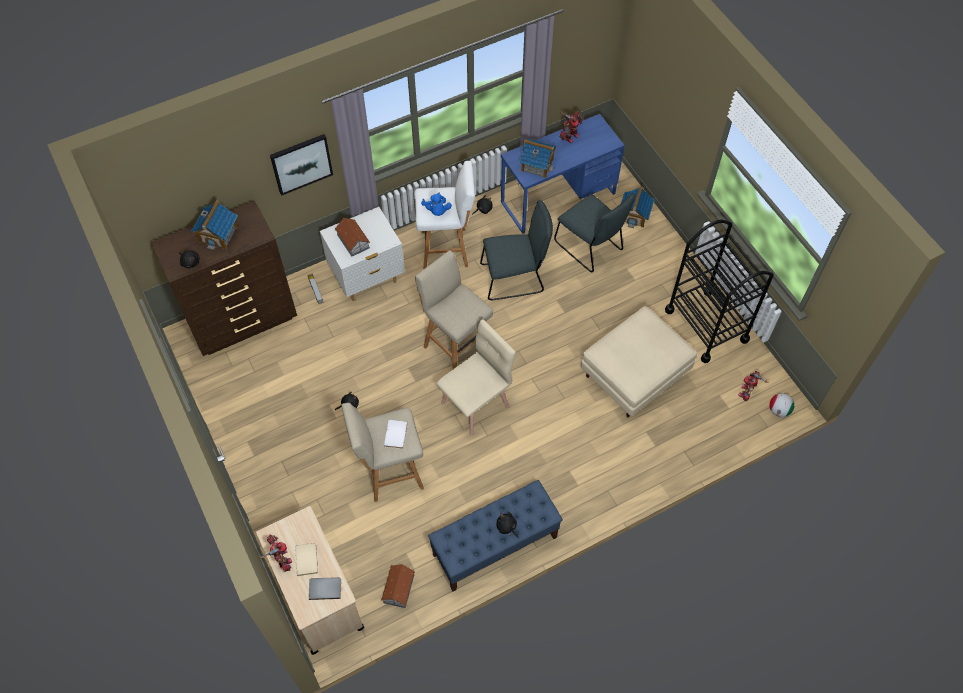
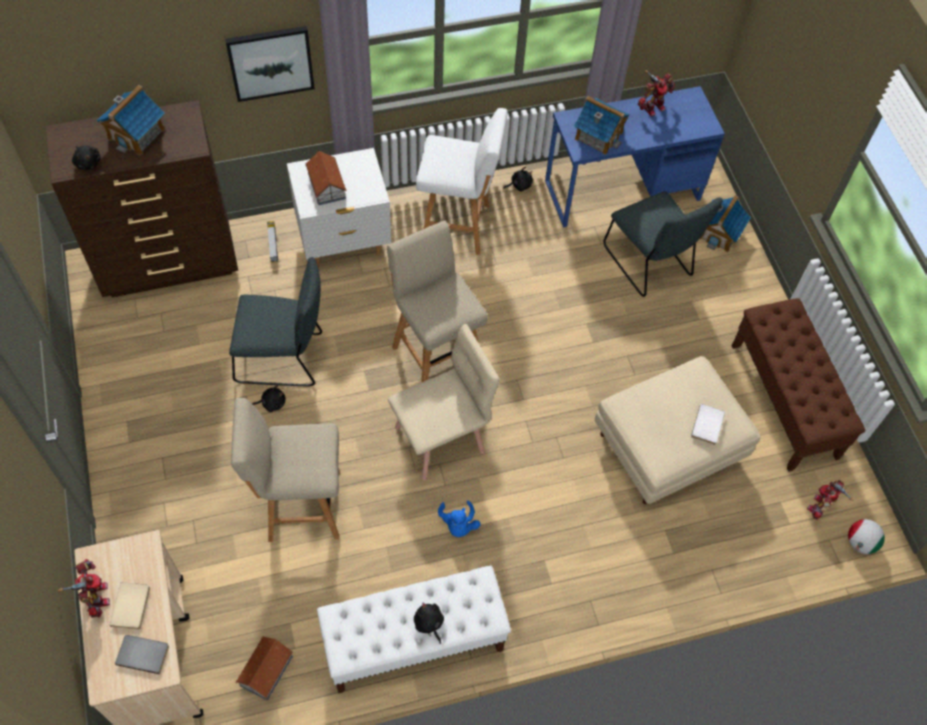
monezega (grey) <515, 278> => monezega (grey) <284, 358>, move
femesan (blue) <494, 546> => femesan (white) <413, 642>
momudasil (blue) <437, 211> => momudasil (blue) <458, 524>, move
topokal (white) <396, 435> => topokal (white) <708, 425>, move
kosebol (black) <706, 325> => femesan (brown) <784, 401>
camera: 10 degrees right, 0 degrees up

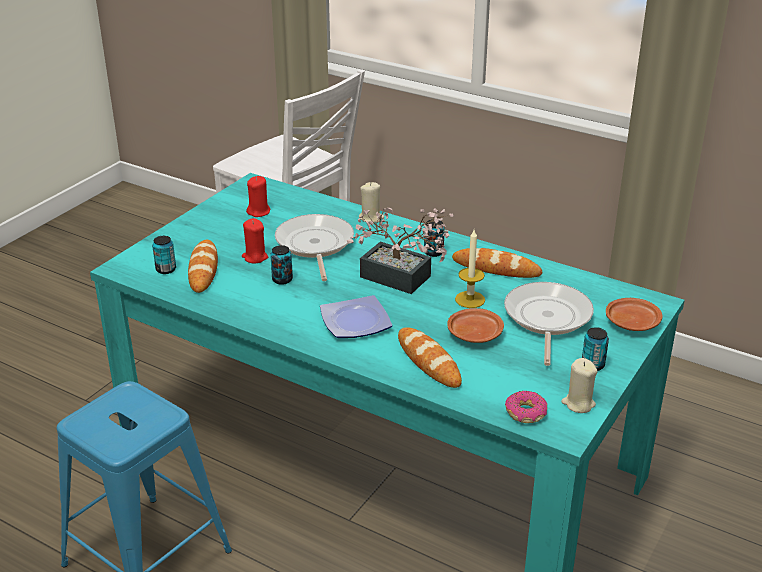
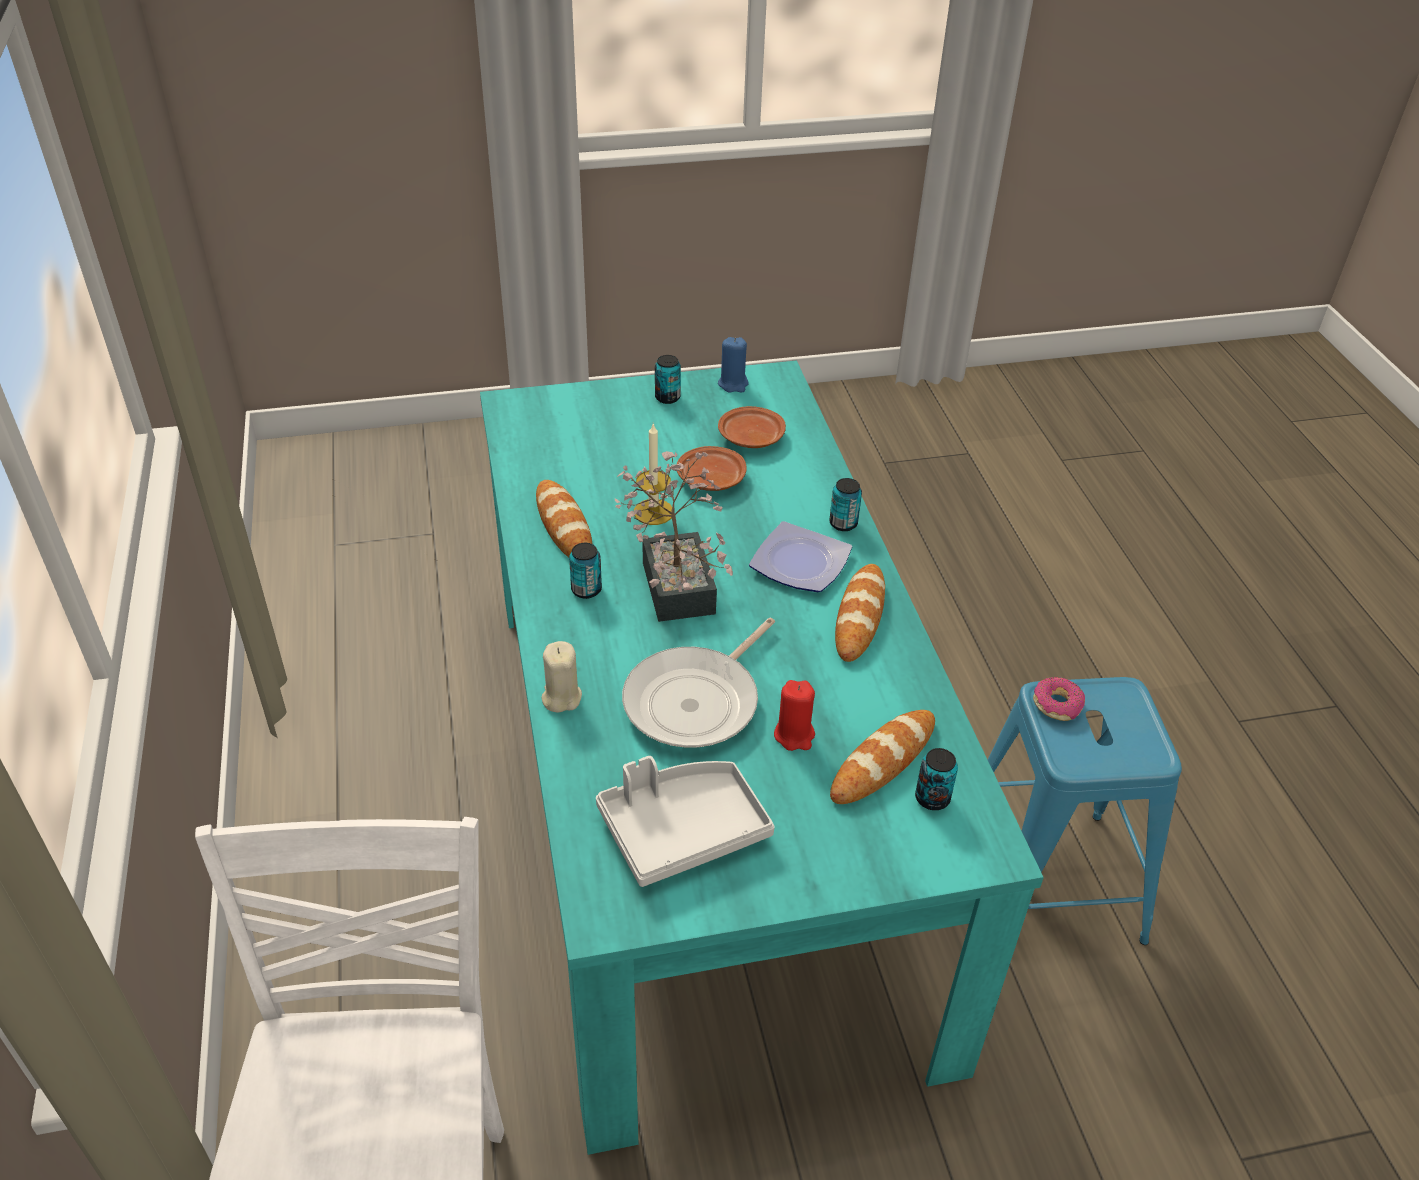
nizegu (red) <259, 212> => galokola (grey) <682, 830>
nizegu (beige) <578, 403> => nizegu (blue) <733, 384>
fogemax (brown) <632, 322> => fogemax (brown) <750, 437>, move
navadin <282, 280> => navadin <843, 523>, move
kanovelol <428, 361> => kanovelol <859, 616>, move
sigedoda <525, 413> => sigedoda <1057, 704>, move
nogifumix <547, 319> => nothing
camera: 135 degrees left, 10 degrees up

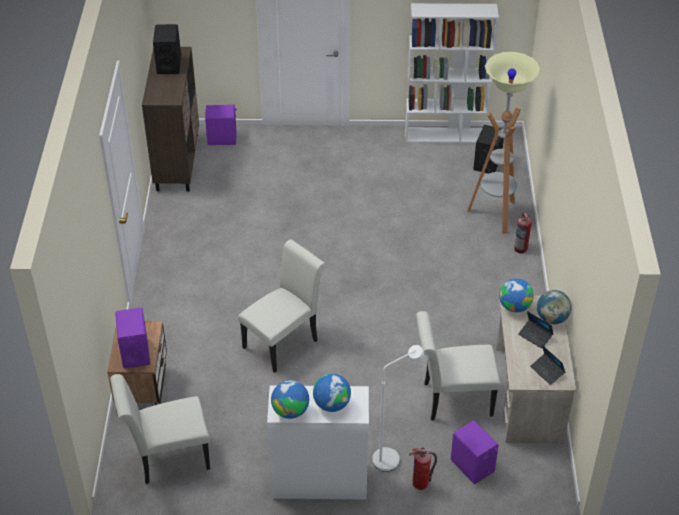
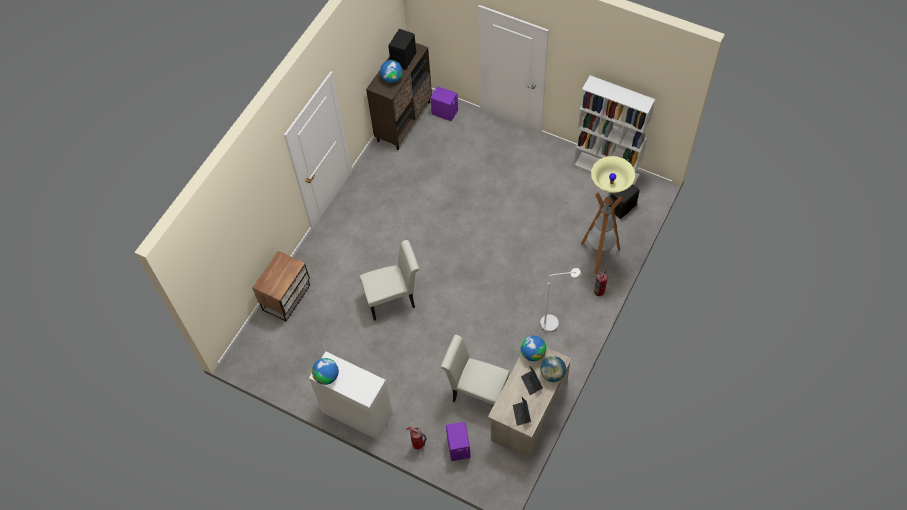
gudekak <331, 404> => gudekak <392, 78>, move
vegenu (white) <392, 457> => vegenu (white) <554, 323>, move
monezega (white) <167, 458> => nothing
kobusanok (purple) <135, 353> => nothing
camera: 30 degrees right, 15 degrees up

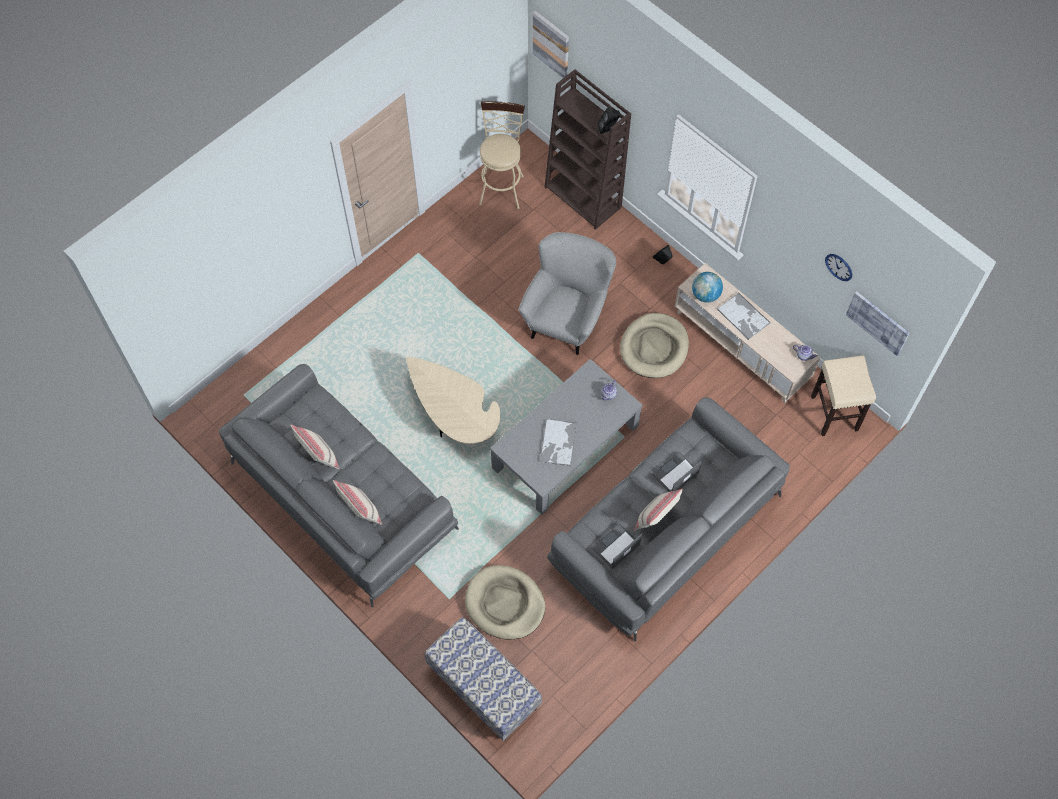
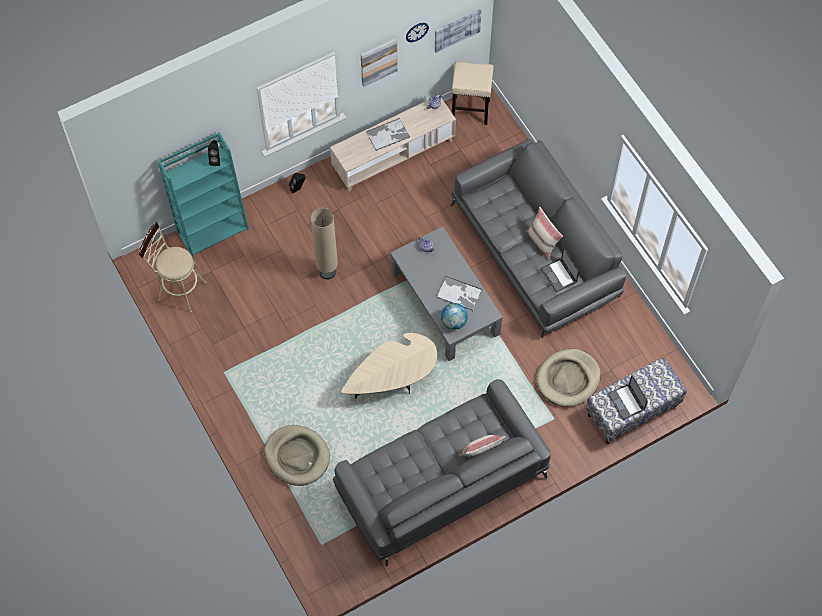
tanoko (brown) <584, 197> => tanoko (turquoise) <213, 229>
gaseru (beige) <654, 347> => gaseru (beige) <297, 456>, move
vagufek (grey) <567, 318> => vegenu (beige) <327, 272>
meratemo <551, 44> => meratemo <378, 61>, move
gudekak <705, 294> => gudekak <453, 322>, move
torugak <675, 473> => torugak <626, 402>, move
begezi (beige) <318, 456> => nothing
camera: 75 degrees left, 0 degrees up

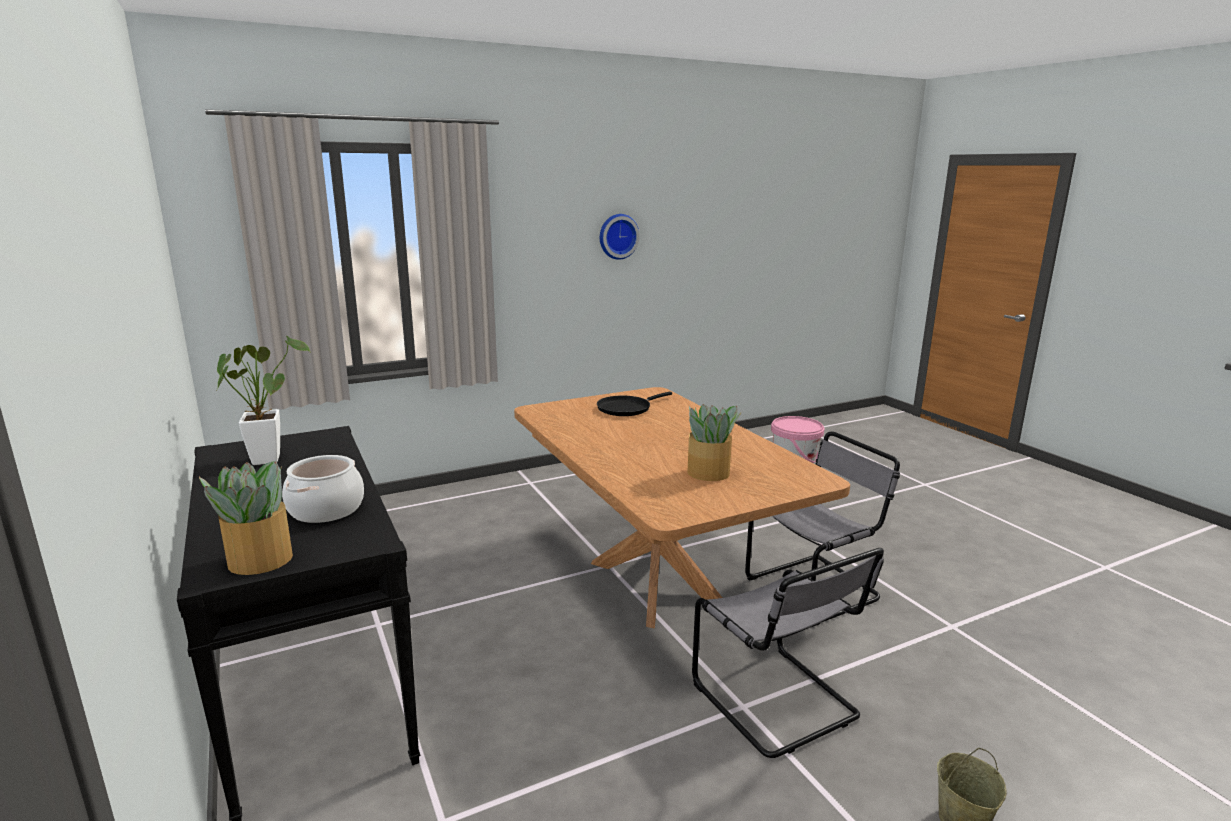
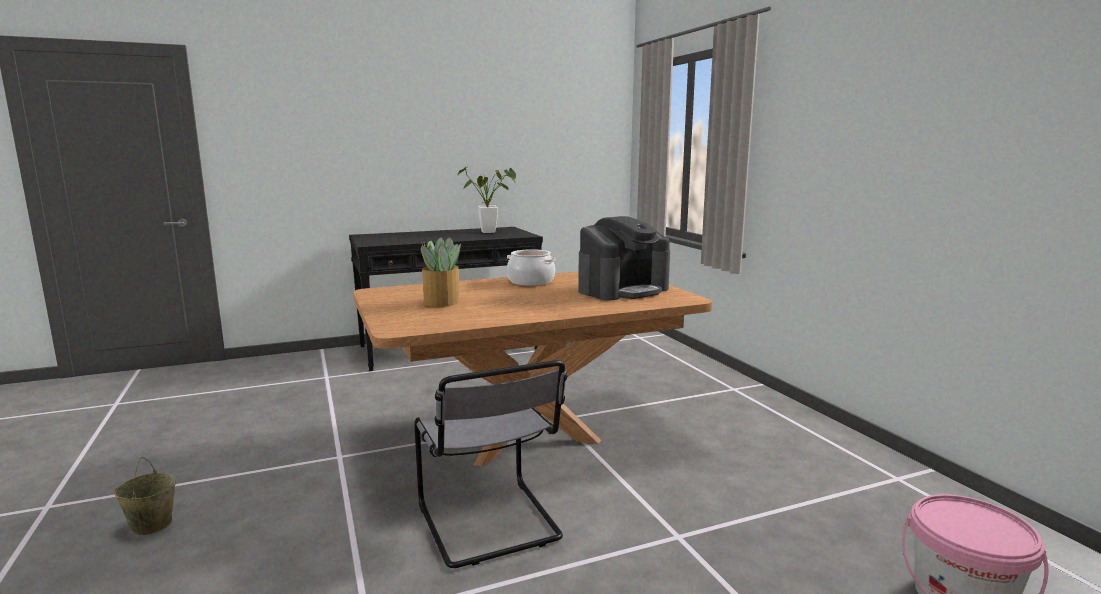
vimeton <326, 509> => vimeton <531, 282>, move
nogifumix (black) <626, 408> => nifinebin <623, 290>
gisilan <259, 560> => nothing
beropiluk <617, 236> => nothing
monezega (grey) <778, 703> => nothing
camera: 95 degrees right, 5 degrees down

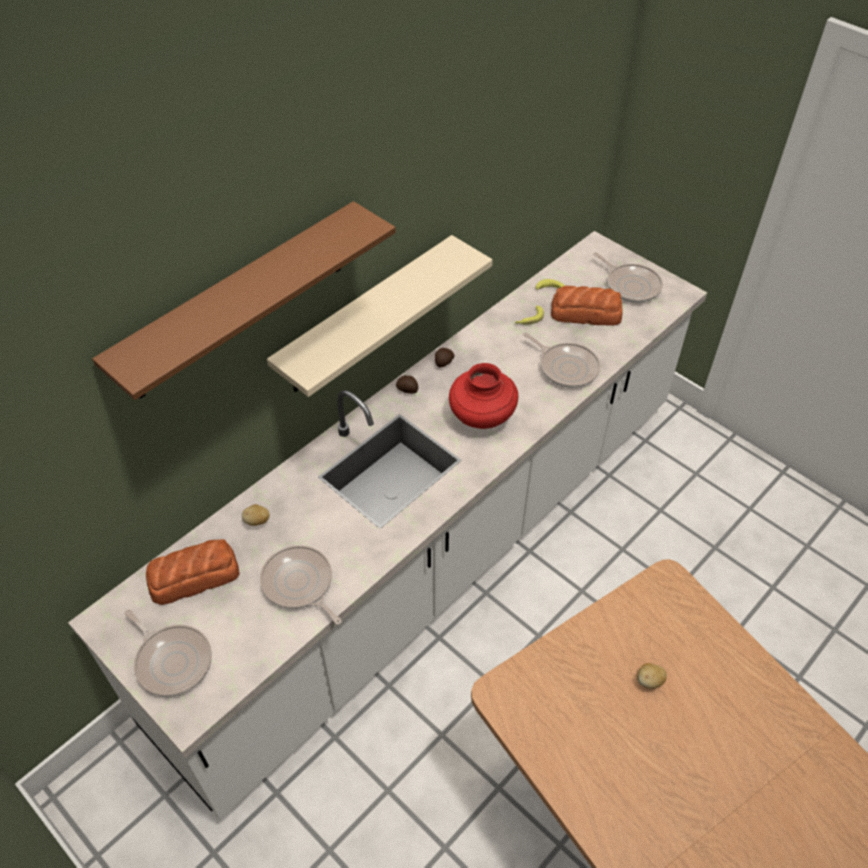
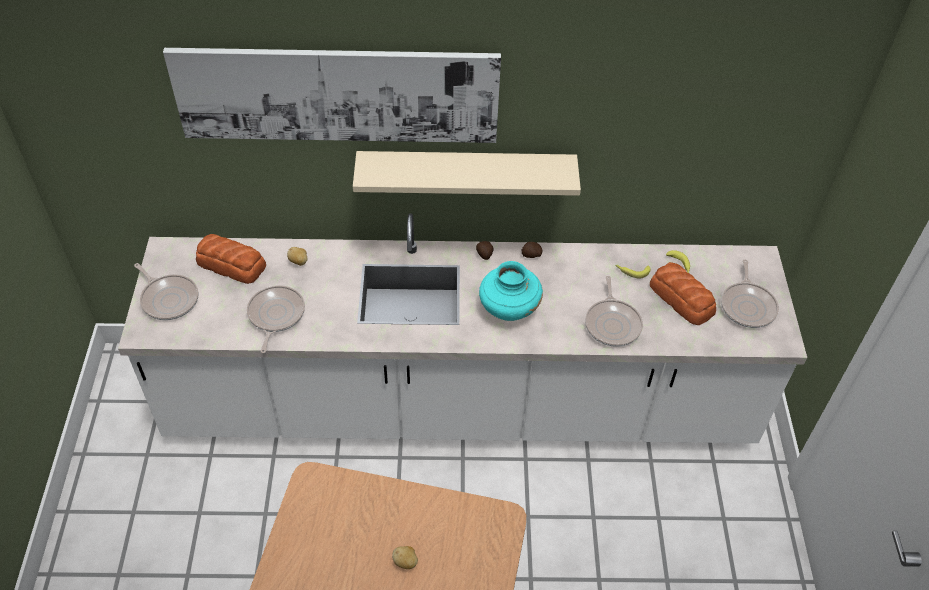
nogifumix <172, 660> => nogifumix <168, 299>, 45 degrees counterclockwise
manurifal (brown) <239, 301> => meratemo <337, 94>
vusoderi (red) <481, 416> => vusoderi (turquoise) <508, 308>
camera: 45 degrees right, 0 degrees up

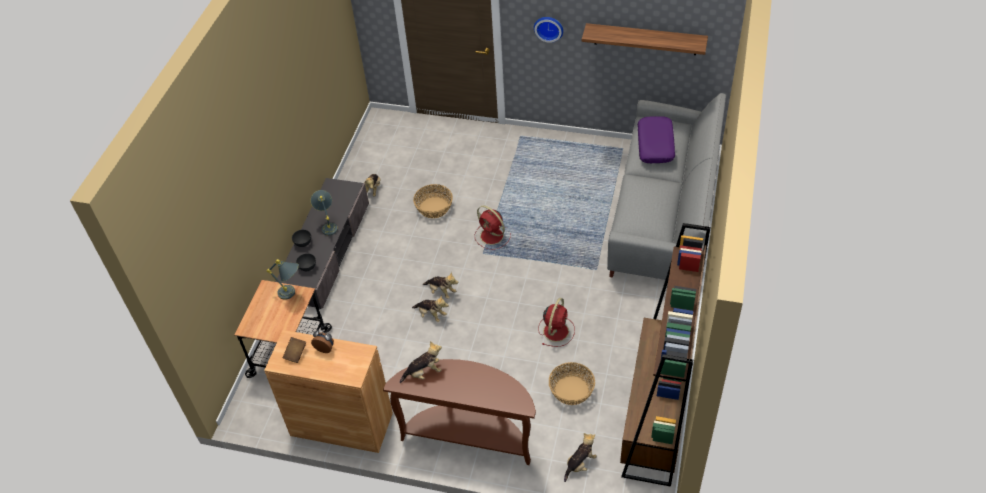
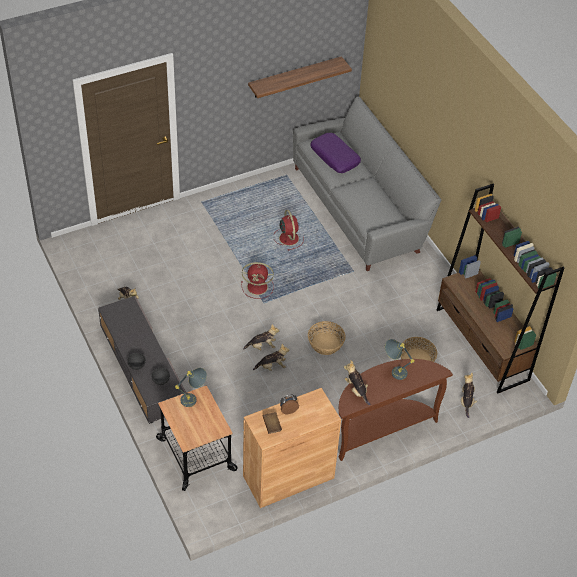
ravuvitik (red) <556, 330> => ravuvitik (red) <288, 237>, move
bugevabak <434, 208> => bugevabak <325, 344>, move
momudasil <424, 372> => momudasil <356, 390>, 60 degrees counterclockwise
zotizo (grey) <328, 225> => zotizo (grey) <394, 370>, move
beropiluk <549, 27> => nothing
camera: 45 degrees left, 0 degrees up

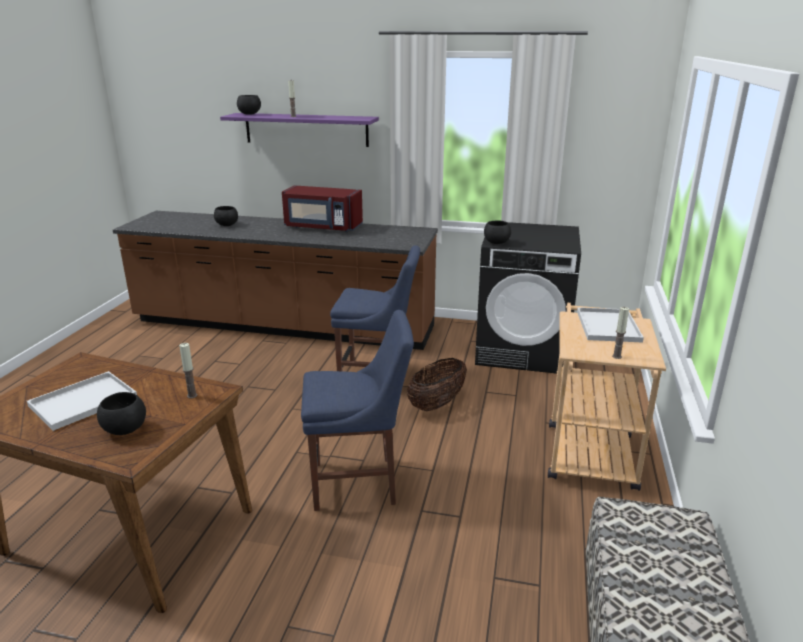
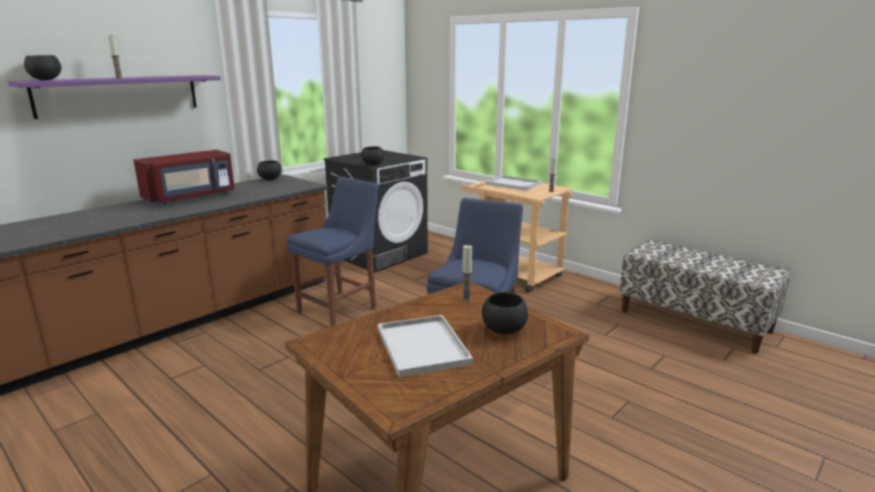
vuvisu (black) <226, 225> => vuvisu (black) <270, 179>, move
bugevabak <437, 404> => nothing
camera: 60 degrees left, 5 degrees down

